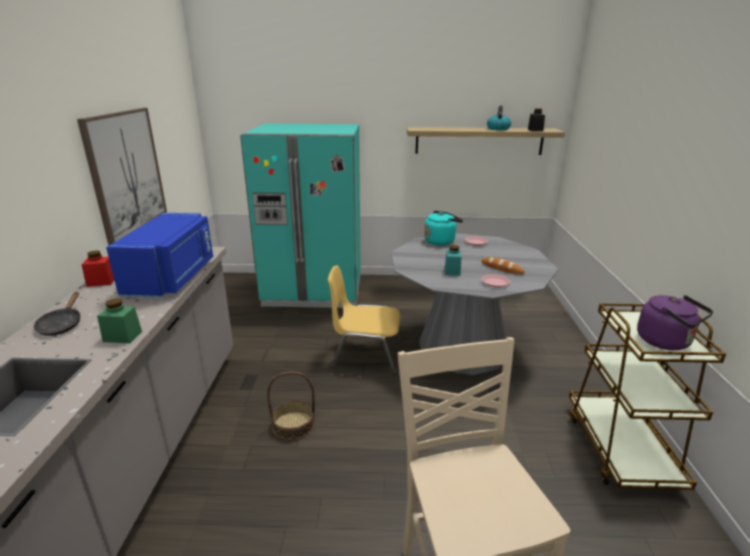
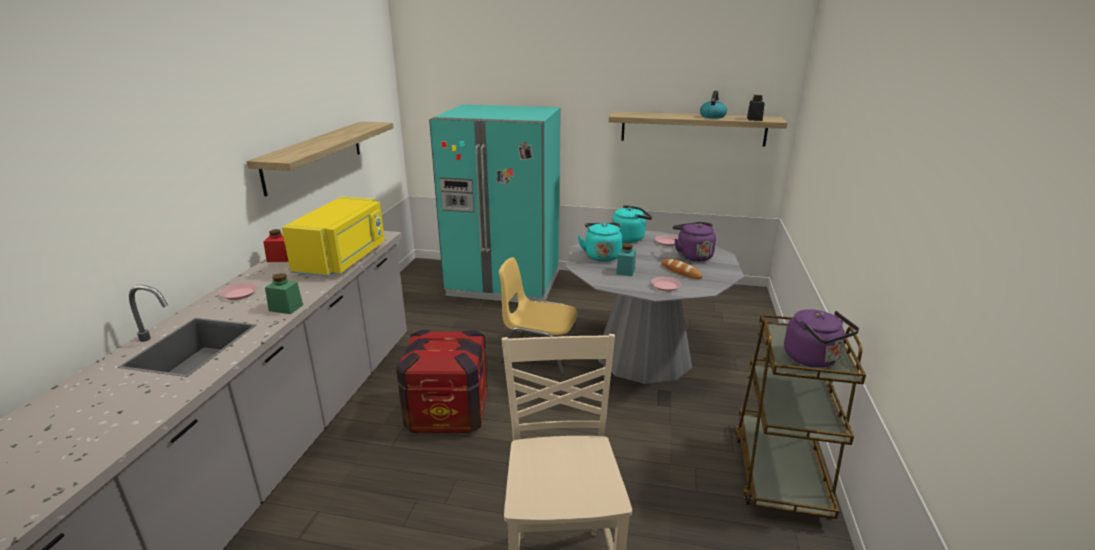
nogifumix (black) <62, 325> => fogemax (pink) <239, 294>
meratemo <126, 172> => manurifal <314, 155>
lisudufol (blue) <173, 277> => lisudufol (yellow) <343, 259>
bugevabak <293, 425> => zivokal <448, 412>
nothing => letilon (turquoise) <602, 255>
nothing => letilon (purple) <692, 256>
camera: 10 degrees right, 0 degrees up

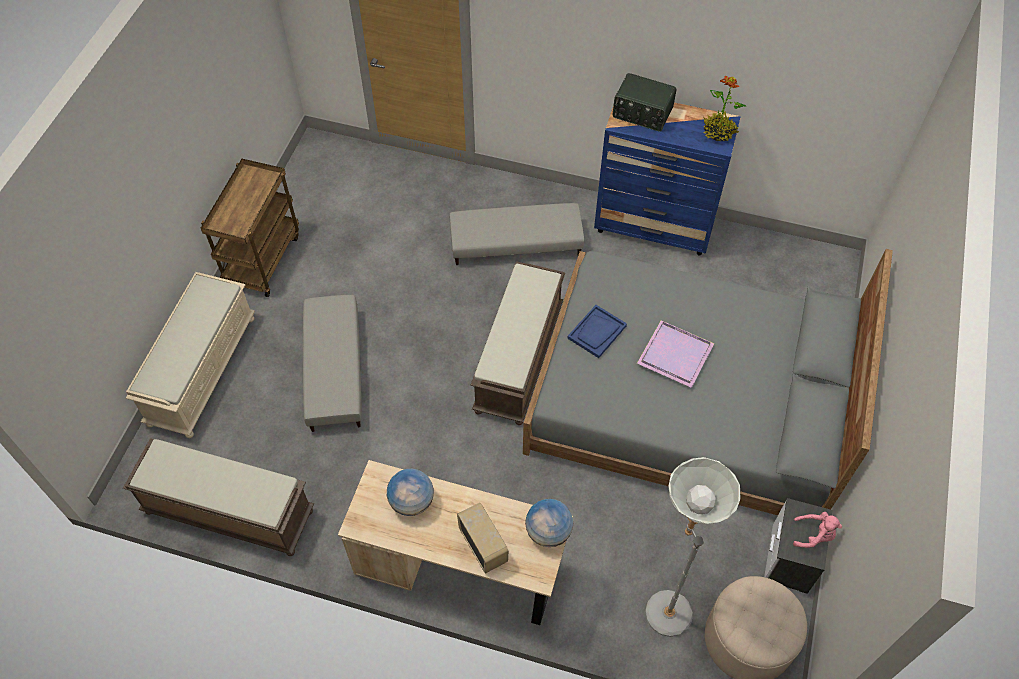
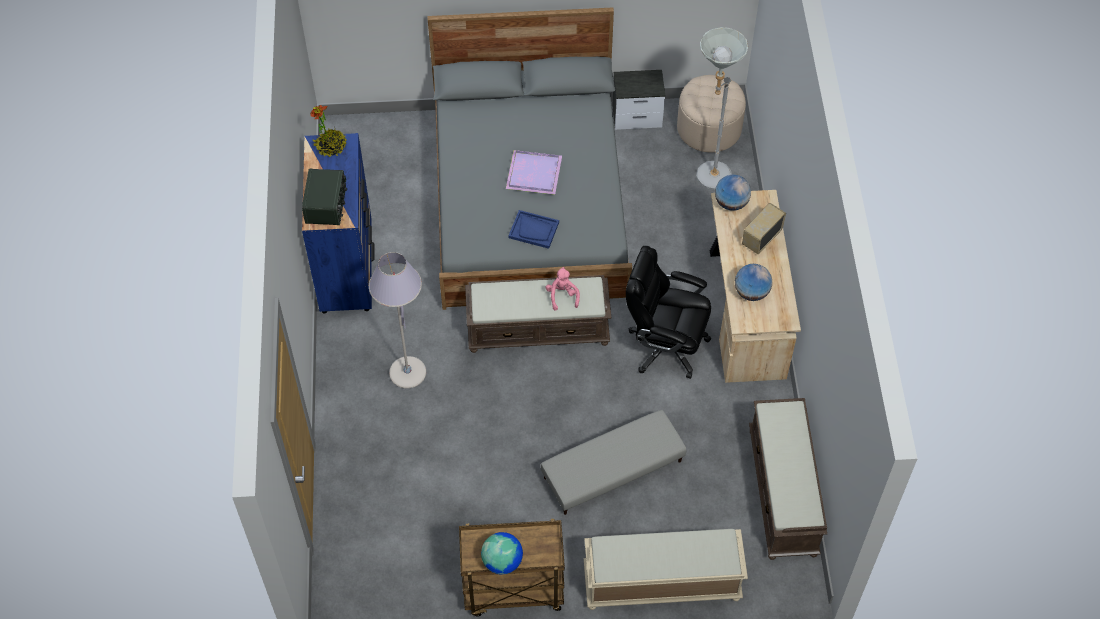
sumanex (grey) <516, 243> => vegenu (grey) <407, 373>
nothing => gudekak <502, 561>
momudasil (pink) <814, 535> => momudasil (pink) <562, 296>, move
nothing => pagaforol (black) <665, 345>
camera: 110 degrees left, 0 degrees up

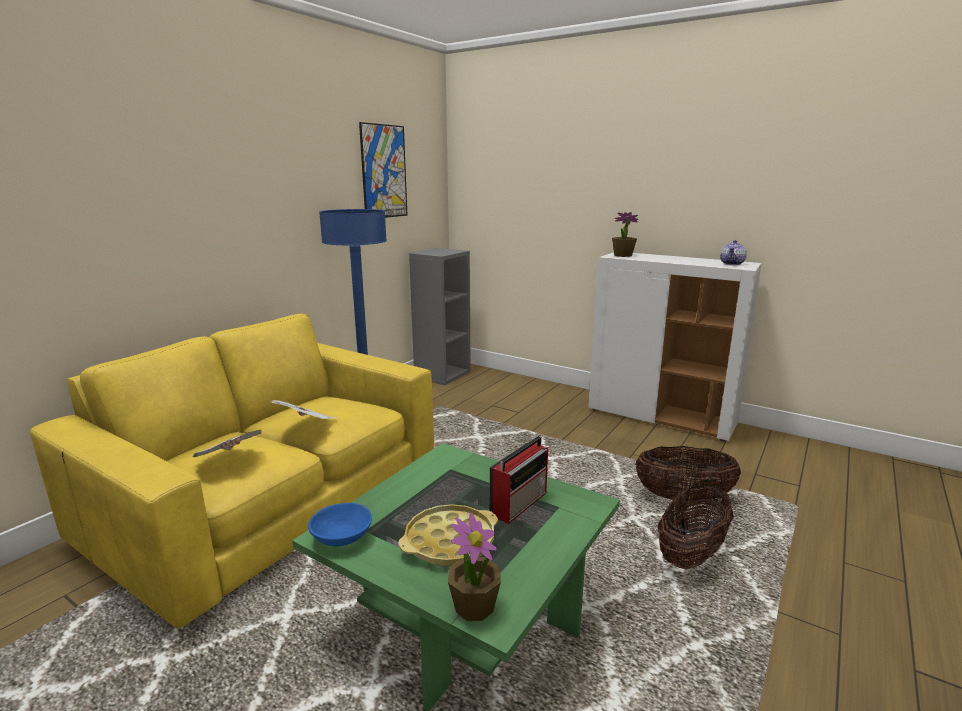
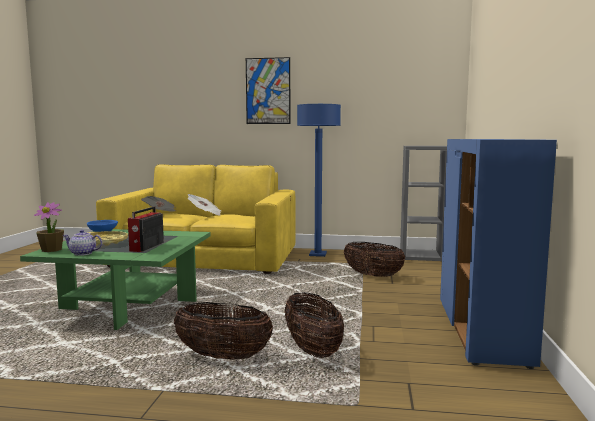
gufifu <732, 263> => gufifu <83, 253>, move
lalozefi <520, 503> => lalozefi <146, 247>, 90 degrees clockwise
meratemo <384, 172> => meratemo <268, 91>, move
nothing => bugevabak <373, 275>
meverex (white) <661, 417> => meverex (blue) <482, 331>
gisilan <622, 255> => nothing
camera: 65 degrees right, 10 degrees down

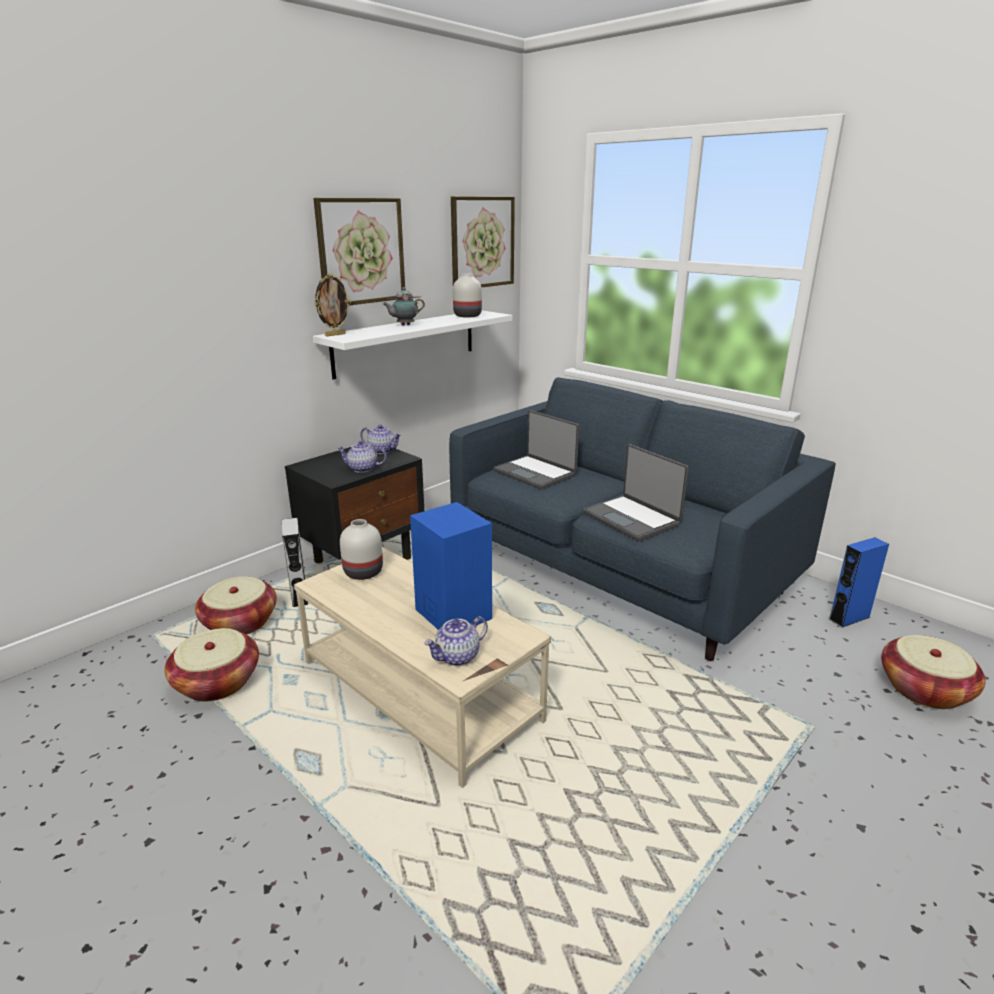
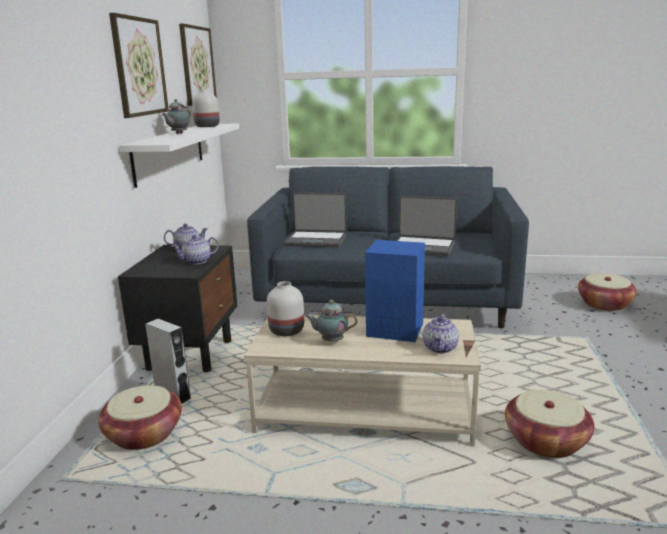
nothing => gufifu <331, 341>
bugevabak <217, 682> => bugevabak <546, 441>, move
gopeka <335, 335> => nothing
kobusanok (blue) <849, 618> => nothing
camera: 35 degrees left, 5 degrees down

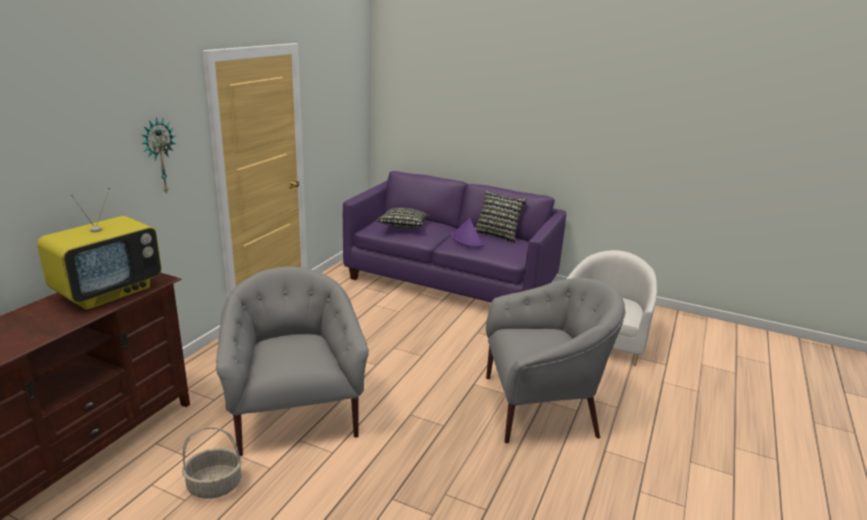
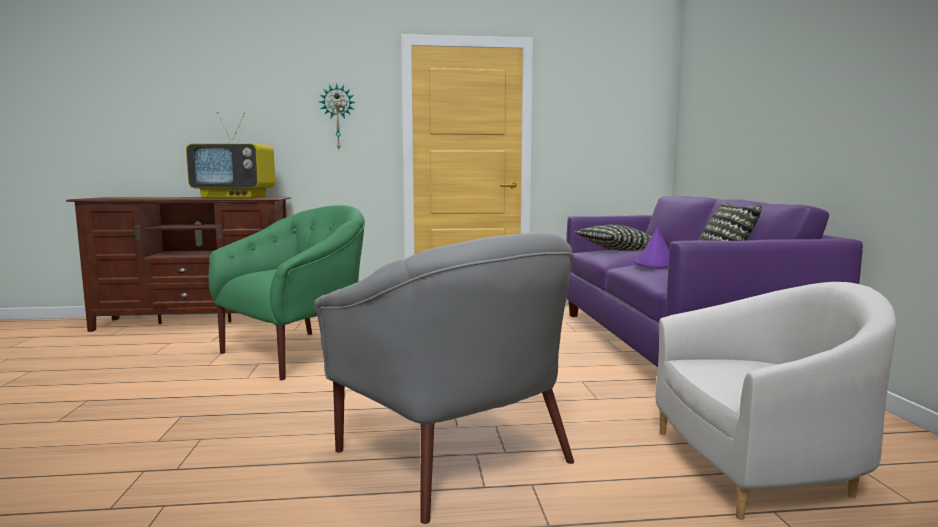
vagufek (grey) <294, 414> => vagufek (green) <298, 353>
bugevabak <214, 486> => nothing
camera: 60 degrees right, 15 degrees down

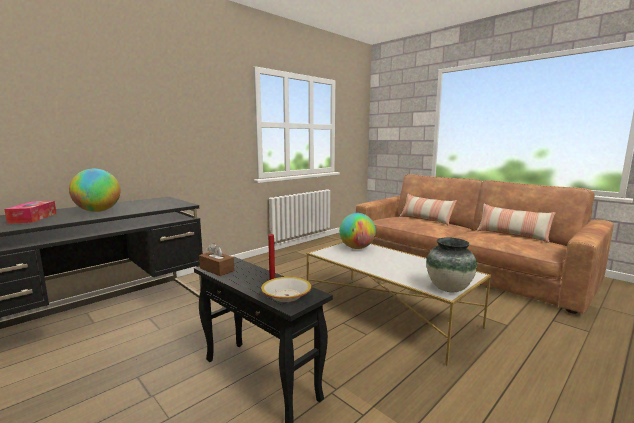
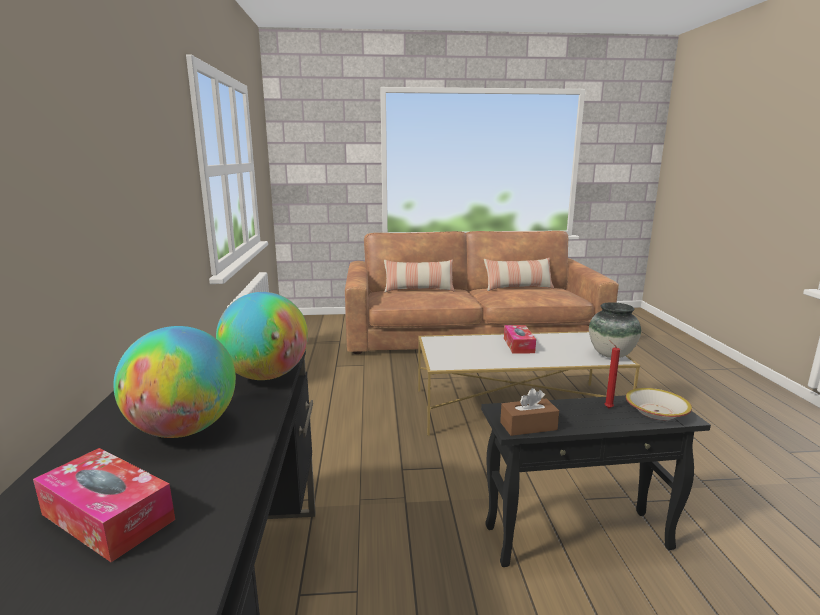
gudekak <356, 248> => gudekak <266, 376>, move
nothing => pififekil <518, 345>
camera: 50 degrees left, 5 degrees up

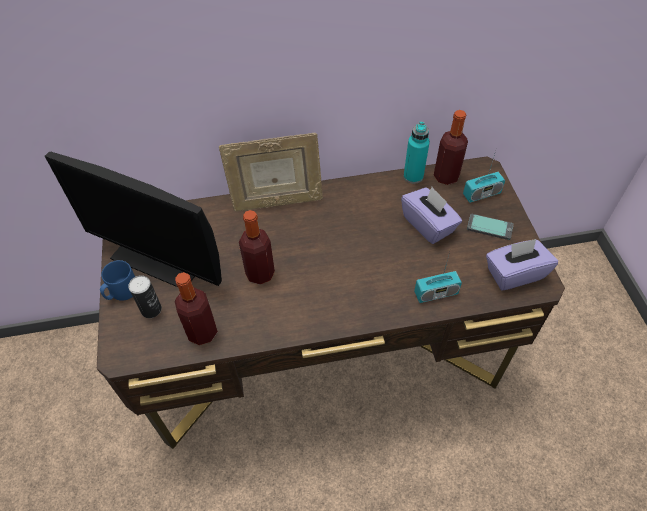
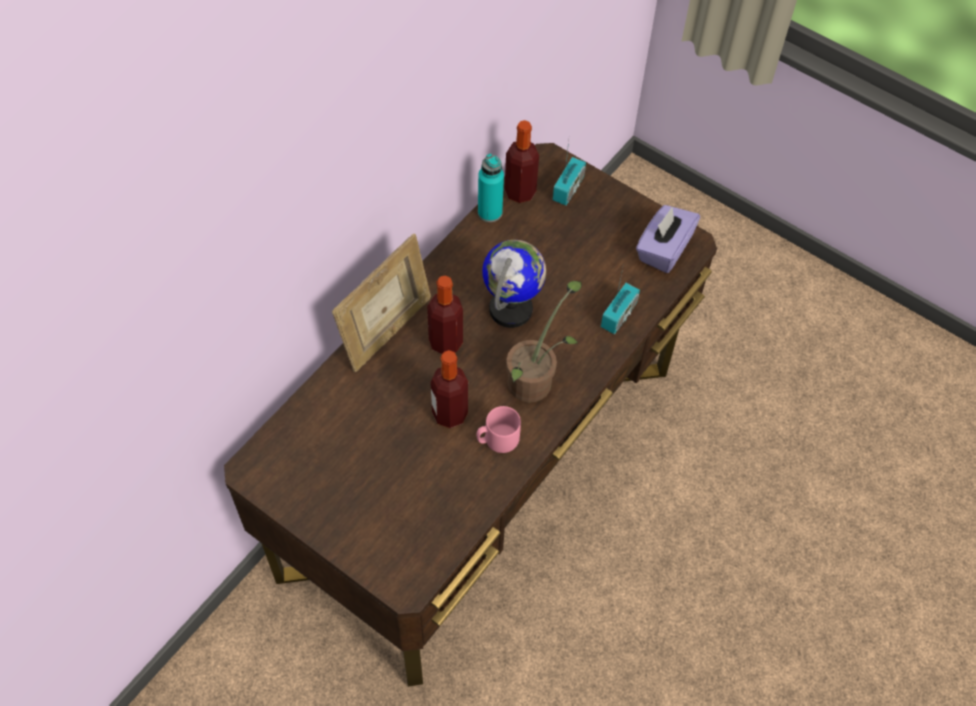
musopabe <202, 332> => musopabe <445, 342>, move
nothing => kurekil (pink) <497, 439>
nothing => gudekak <511, 309>
nothing => gisilan <535, 379>
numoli <158, 259> => nothing
kurekil (blue) <121, 291> => nothing
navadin <151, 309> => nothing
pififekil (purple) <428, 225> => nothing
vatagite <489, 227> => nothing
camera: 45 degrees left, 5 degrees up

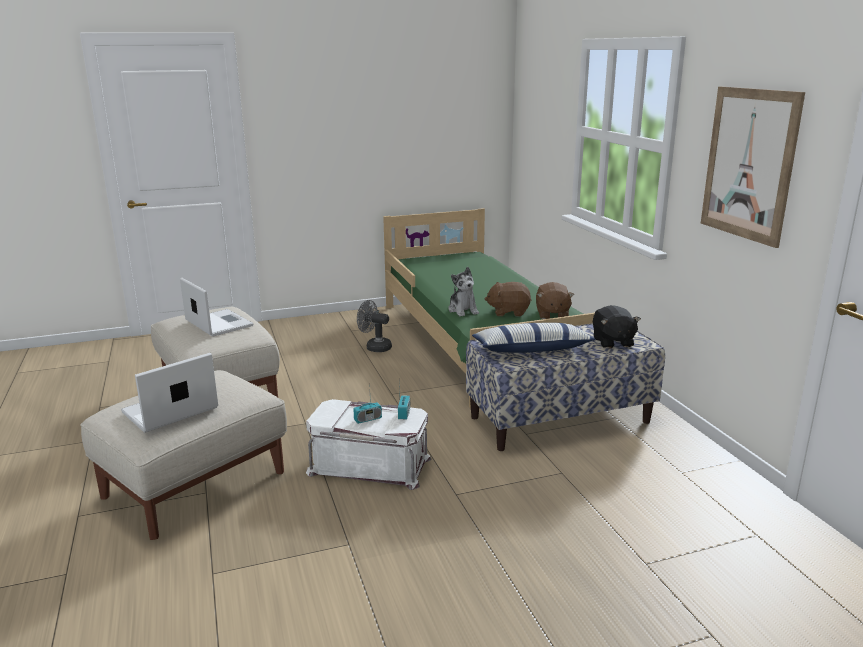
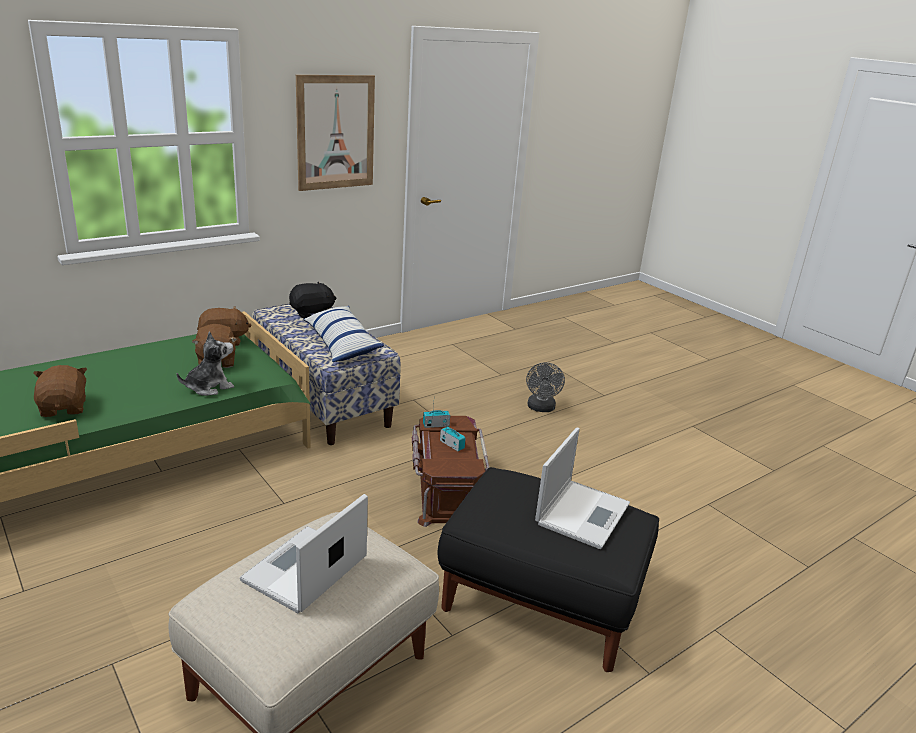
nothing => momudasil (brown) <64, 408>
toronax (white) <370, 464> => toronax (brown) <445, 490>
sumanex (beige) <194, 484> => sumanex (black) <542, 601>
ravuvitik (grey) <375, 347> => ravuvitik (grey) <541, 408>, move
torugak <168, 411> => torugak <583, 512>, 90 degrees counterclockwise
camera: 110 degrees left, 5 degrees up

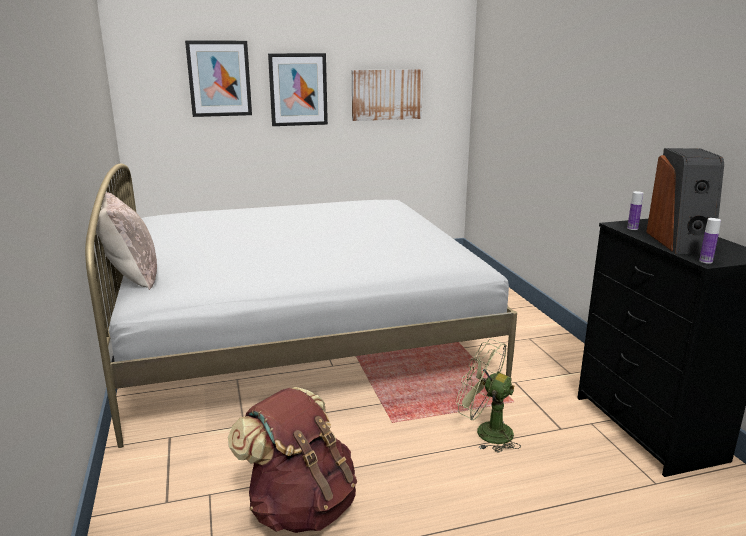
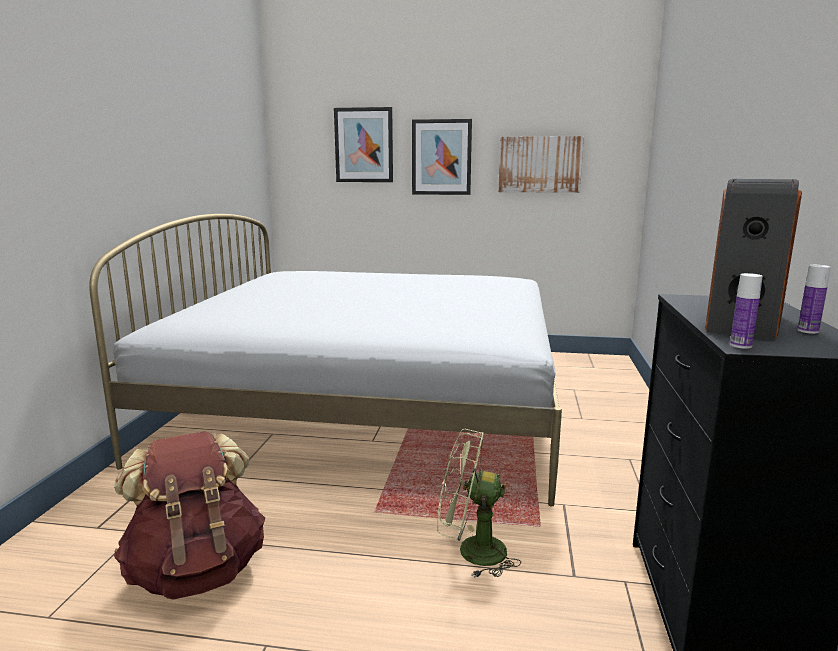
ravuvitik (green) <486, 432> => ravuvitik (green) <471, 552>, 45 degrees counterclockwise
musopabe <632, 228> => musopabe <808, 331>, move
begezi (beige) <131, 277> => nothing
camera: 25 degrees right, 5 degrees down

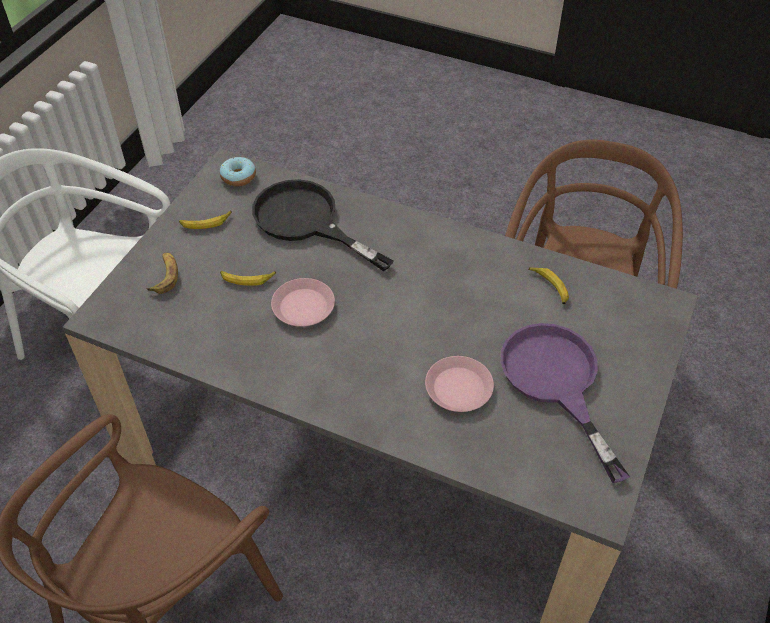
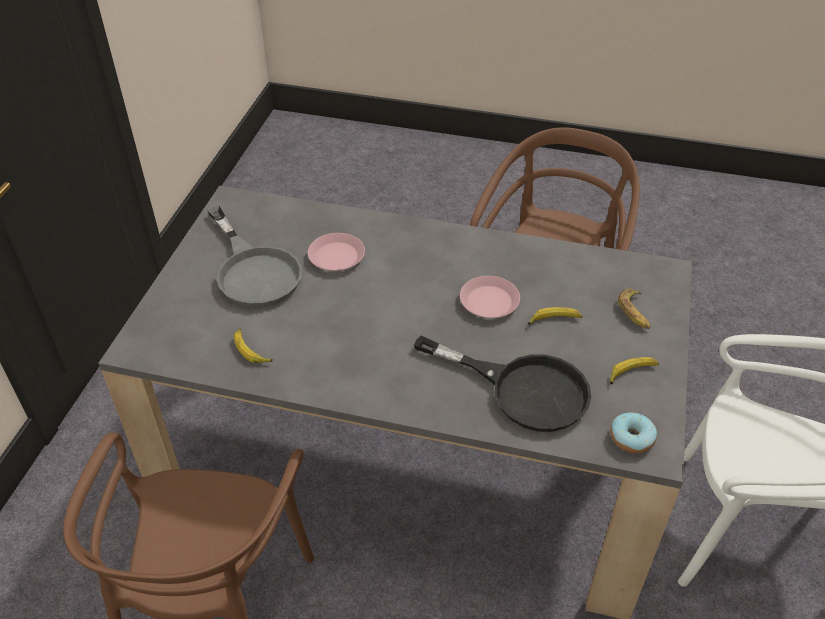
nogifumix (purple) <556, 382> => nogifumix (grey) <254, 270>
camera: 170 degrees right, 5 degrees down

